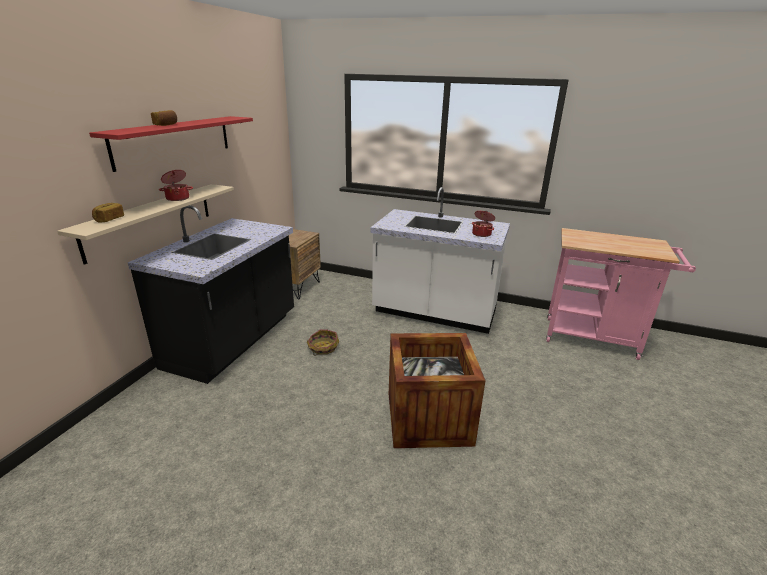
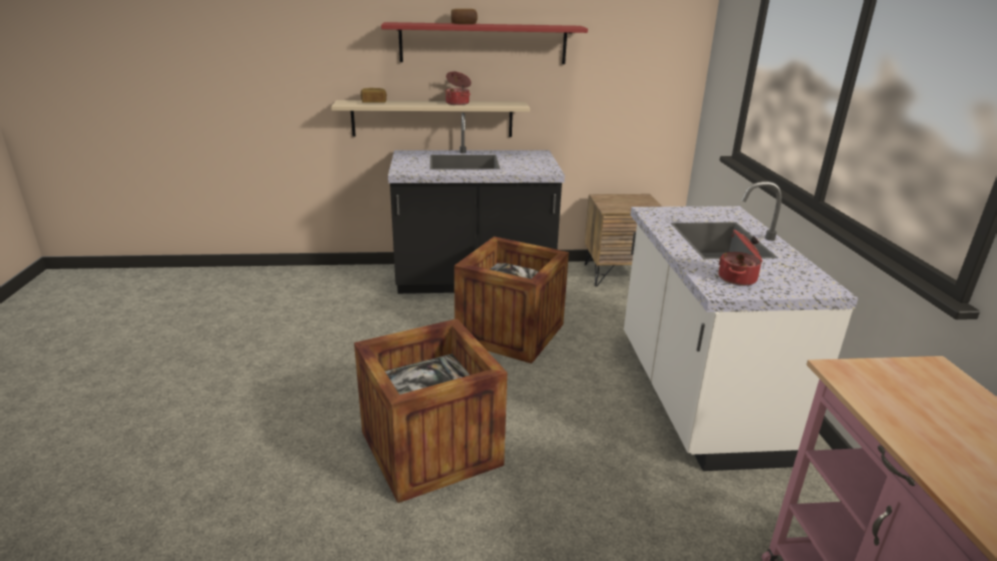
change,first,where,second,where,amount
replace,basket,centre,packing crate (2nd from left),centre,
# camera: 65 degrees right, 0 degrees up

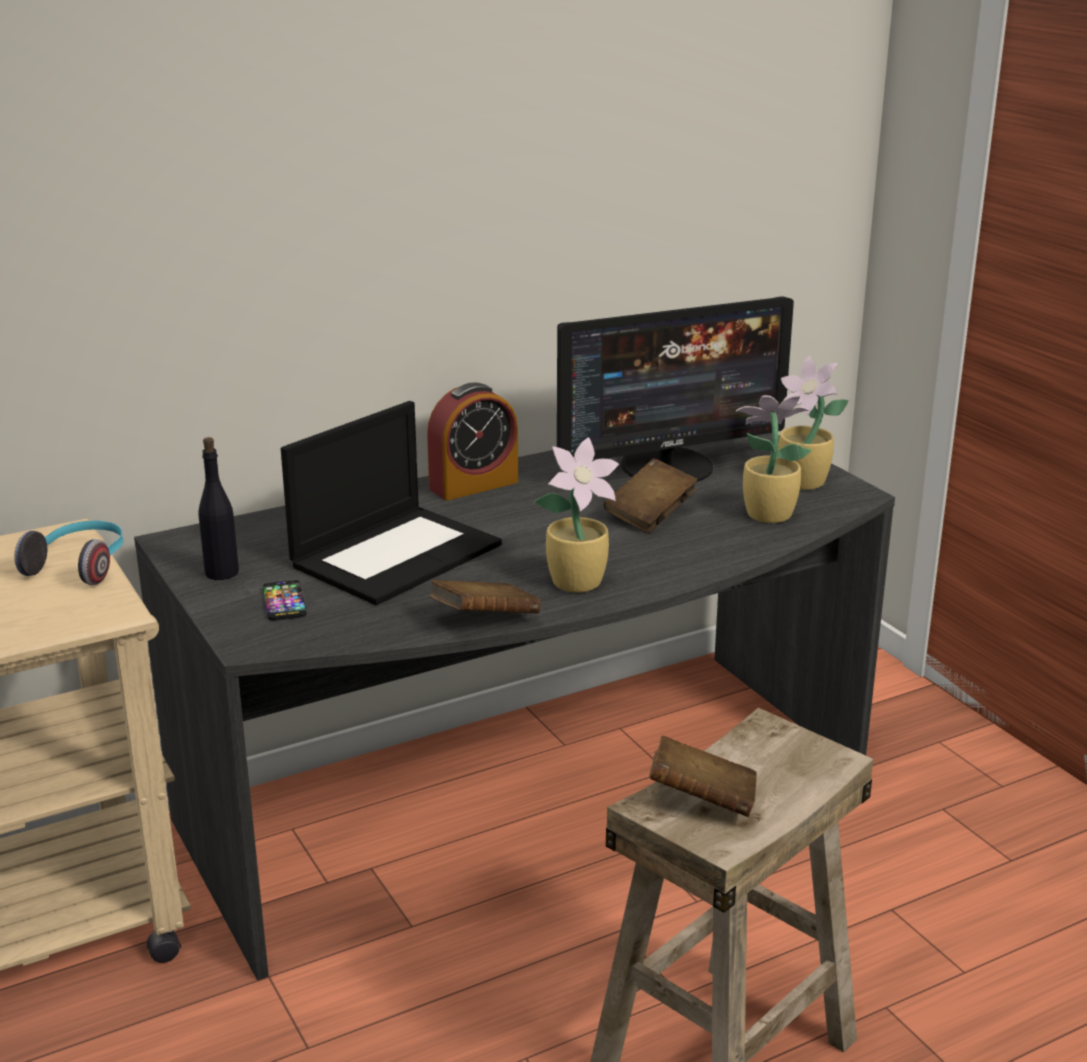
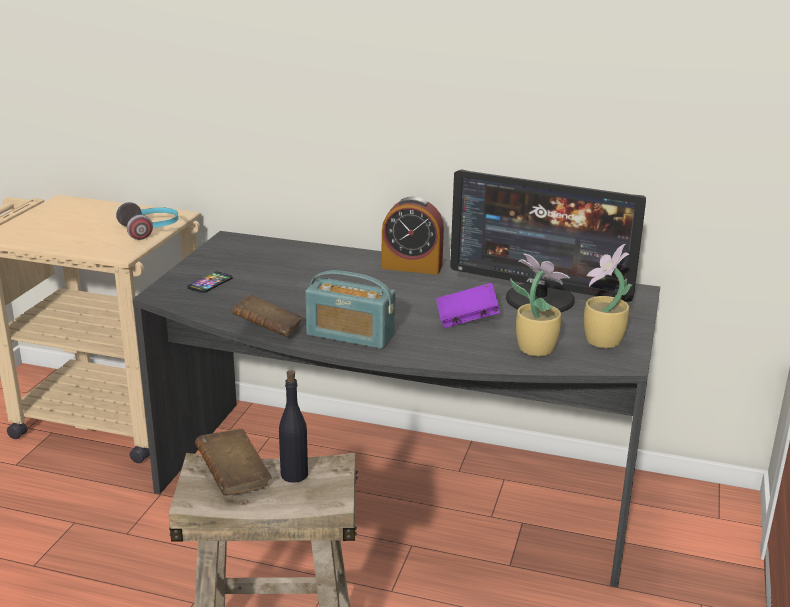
change,first,where,second,where,amount
delete,notebook computer,centre,,,
move,drink bottle/black-coloured,middle left,,bottom centre,
replace,plant in a pot (1st from left),centre,radio receiver,centre,
recolor,bound book/brownish (2nd from left),centre,bound book/purple,centre,
# camera: 45 degrees right, 0 degrees up

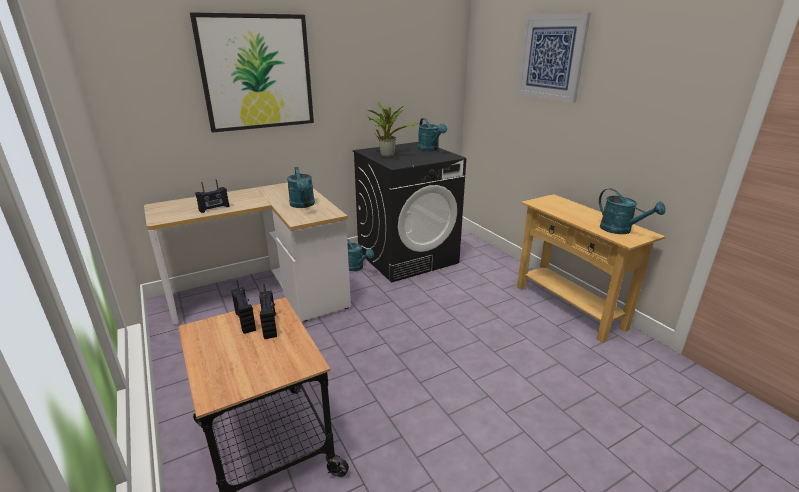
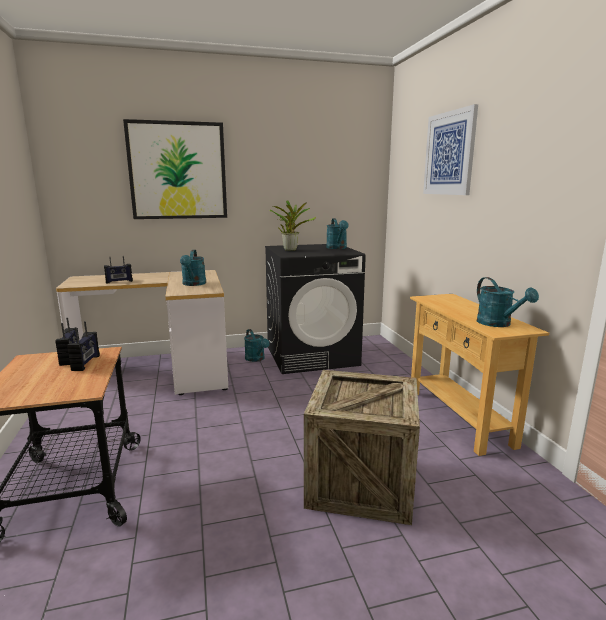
change,first,where,second,where,amount
insert,,,packing crate,bottom centre,
# camera: 15 degrees right, 10 degrees down

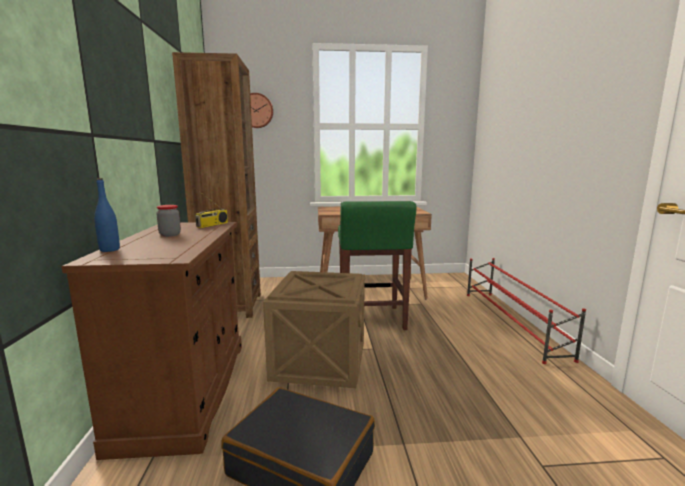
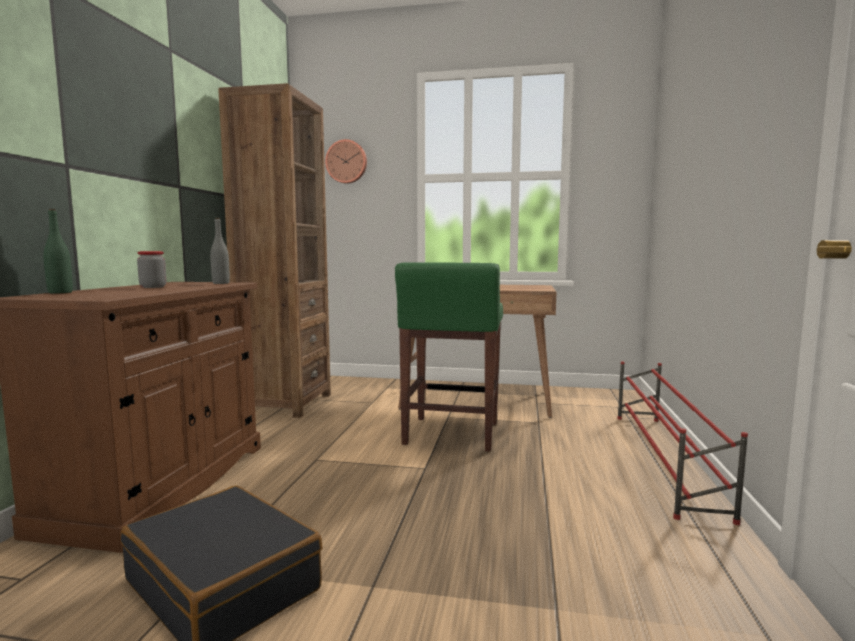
change,first,where,second,where,amount
delete,packing crate,bottom centre,,,
replace,radio receiver,middle left,drink bottle/greyish,middle left,
recolor,drink bottle/blue,middle left,drink bottle/green,middle left,
# camera: 15 degrees right, 5 degrees down

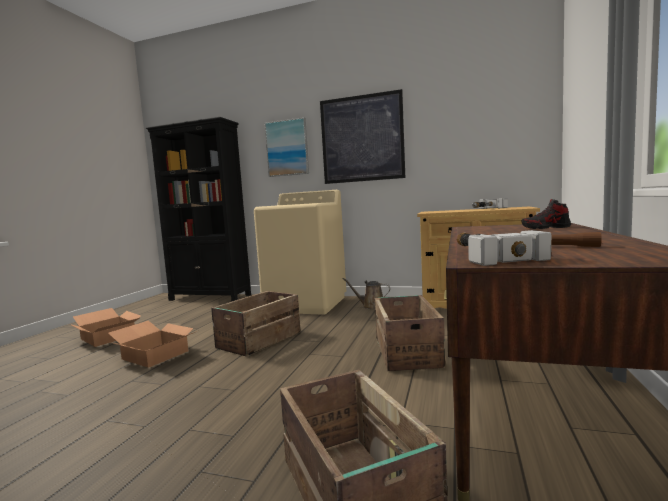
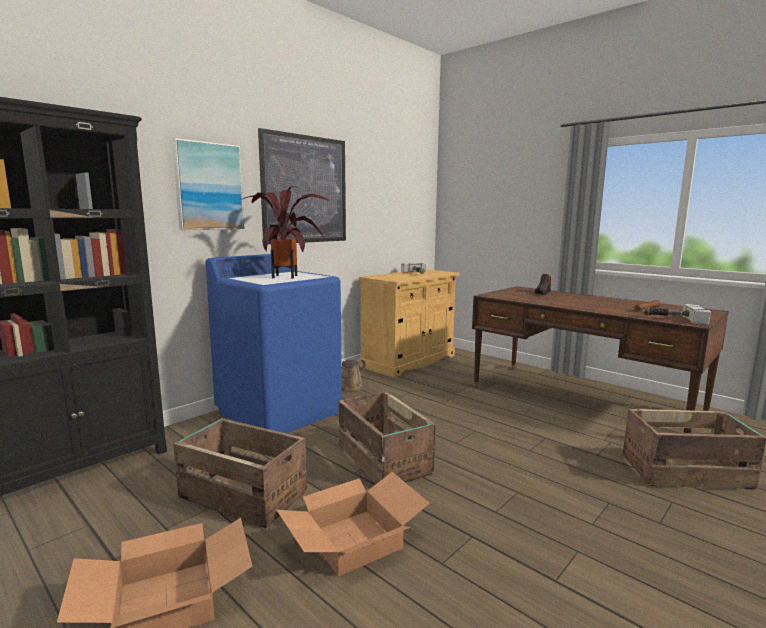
change,first,where,second,where,amount
insert,,,plant in a pot,centre,
move,packing crate (3rd from left in the first image),centre,packing crate (1st from left),bottom left,
recolor,laundry machine/beige,centre,laundry machine/blue,centre,
# camera: 65 degrees left, 5 degrees up

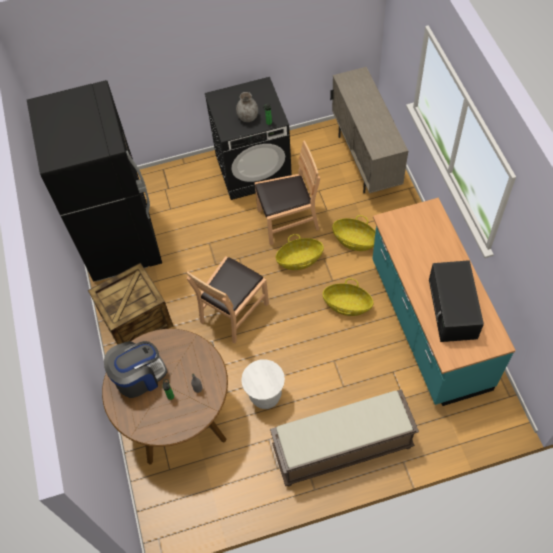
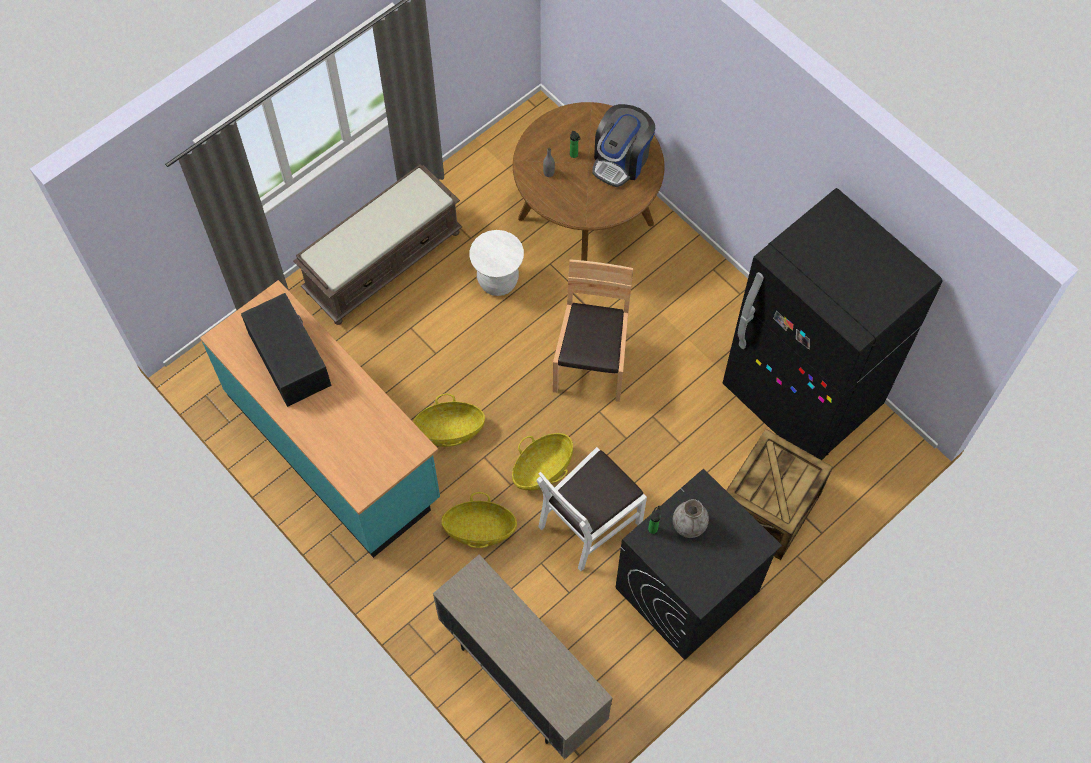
change,first,where,second,where,amount
move,packing crate,middle left,,middle right,
recolor,upright chair/brownish (2nd from left),centre,upright chair/white-coloured,bottom centre,
# camera: 150 degrees right, 5 degrees up

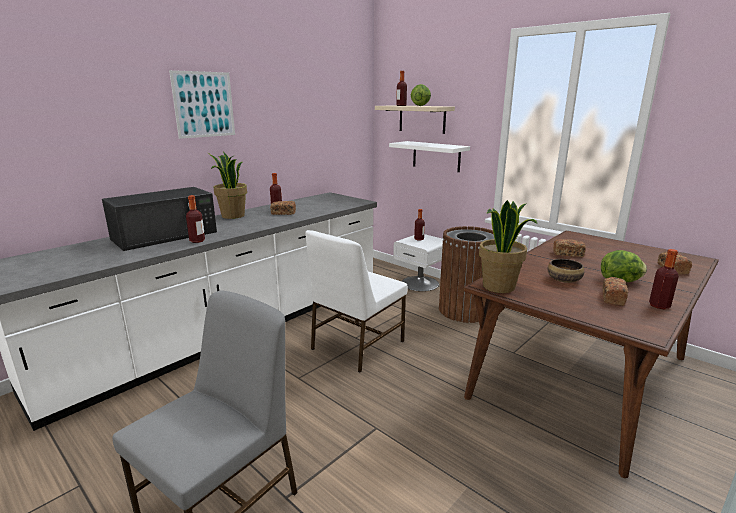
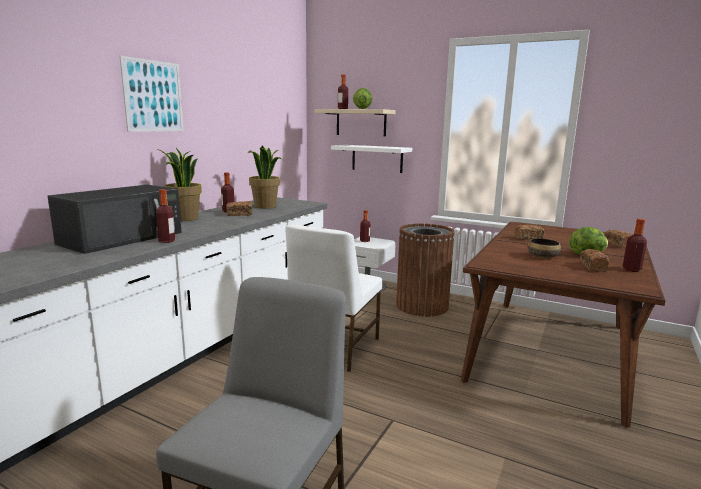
change,first,where,second,where,amount
move,plant in a pot (2nd from left),middle right,,centre,
# camera: 15 degrees left, 5 degrees down

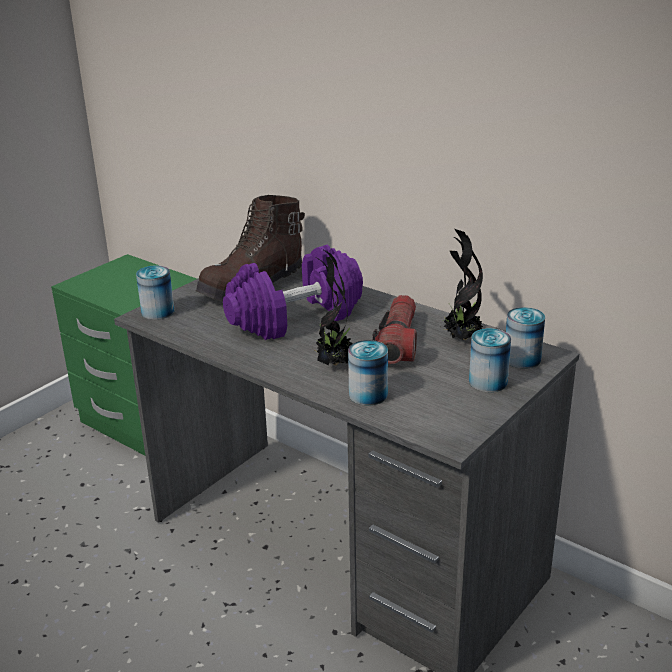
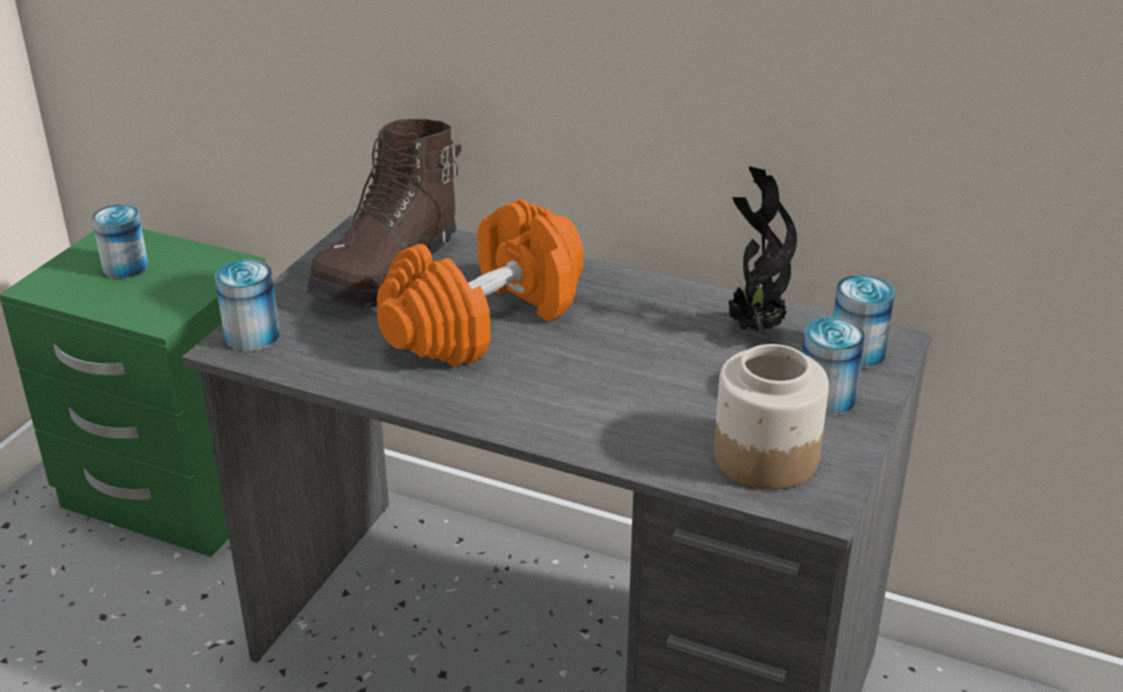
change,first,where,second,where,amount
delete,plant in a pot (1st from left),centre,,,
delete,torch,centre,,,
insert,,,jar,middle right,
move,metal can (2nd from left in the first image),centre,metal can (1st from left),middle left,
recolor,hand weight/purple,centre,hand weight/orange,centre,
# camera: 15 degrees left, 5 degrees up

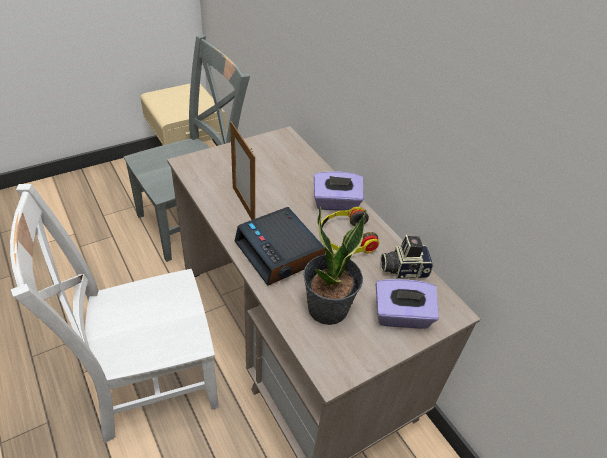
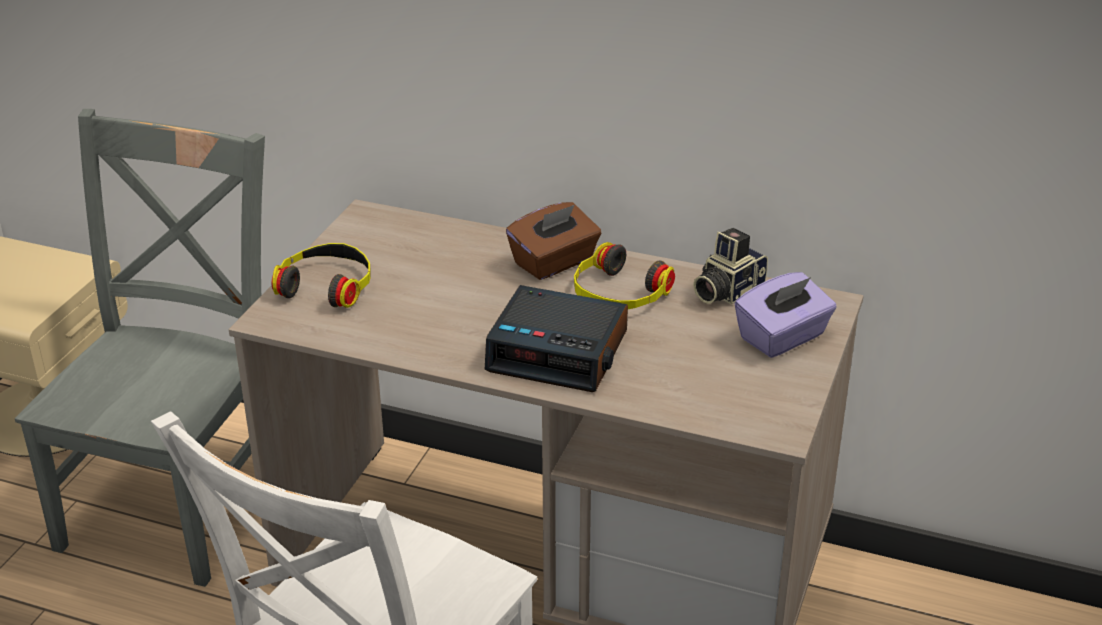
change,first,where,second,where,amount
delete,standing frame,centre,,,
delete,plant in a pot,centre,,,
insert,,,pair of headphones (1st from left),middle left,
recolor,tissue box/purple (1st from left),centre,tissue box/brownish,centre,
# camera: 35 degrees left, 10 degrees down

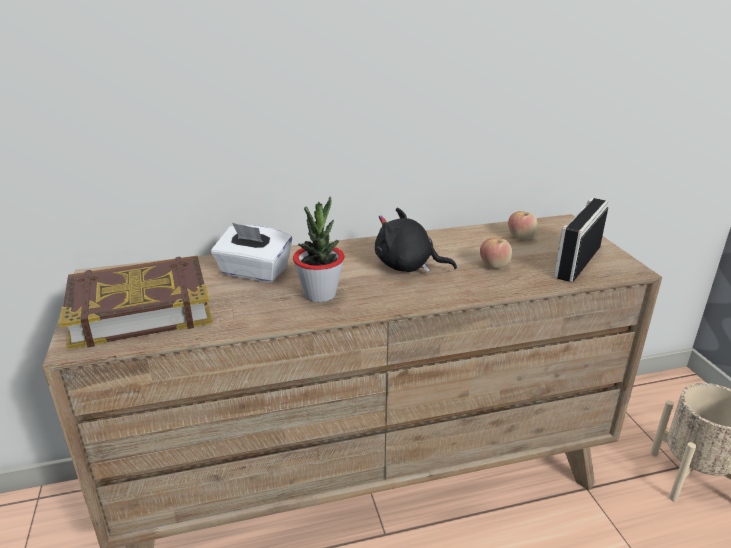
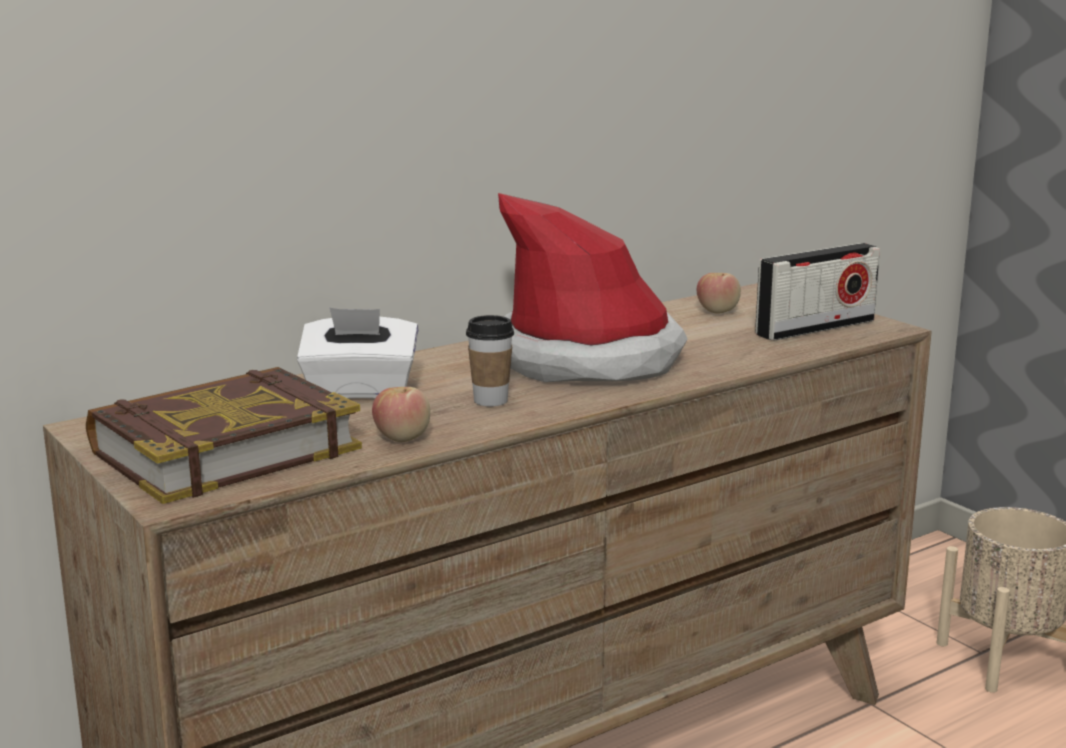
change,first,where,second,where,amount
move,apple fruit (1st from left),middle right,,centre,
replace,plant in a pot,centre,small cup,centre,
replace,cuddly toy/black-coloured,centre,clothing hat,centre,
rotate,radio receiver,middle right,,middle right,135 degrees counterclockwise
# camera: 20 degrees left, 10 degrees down

